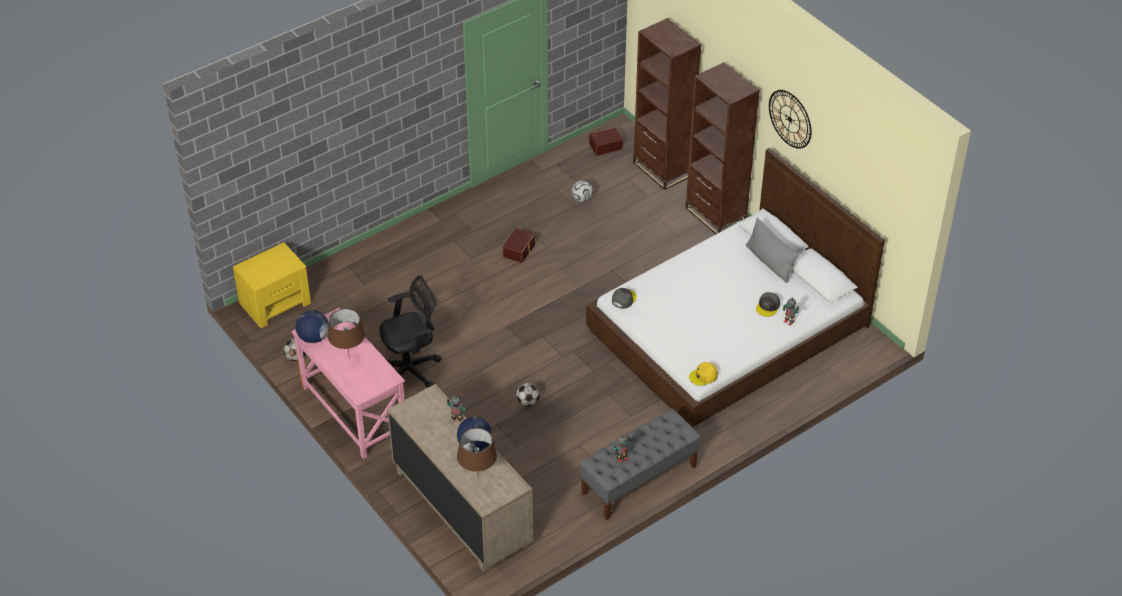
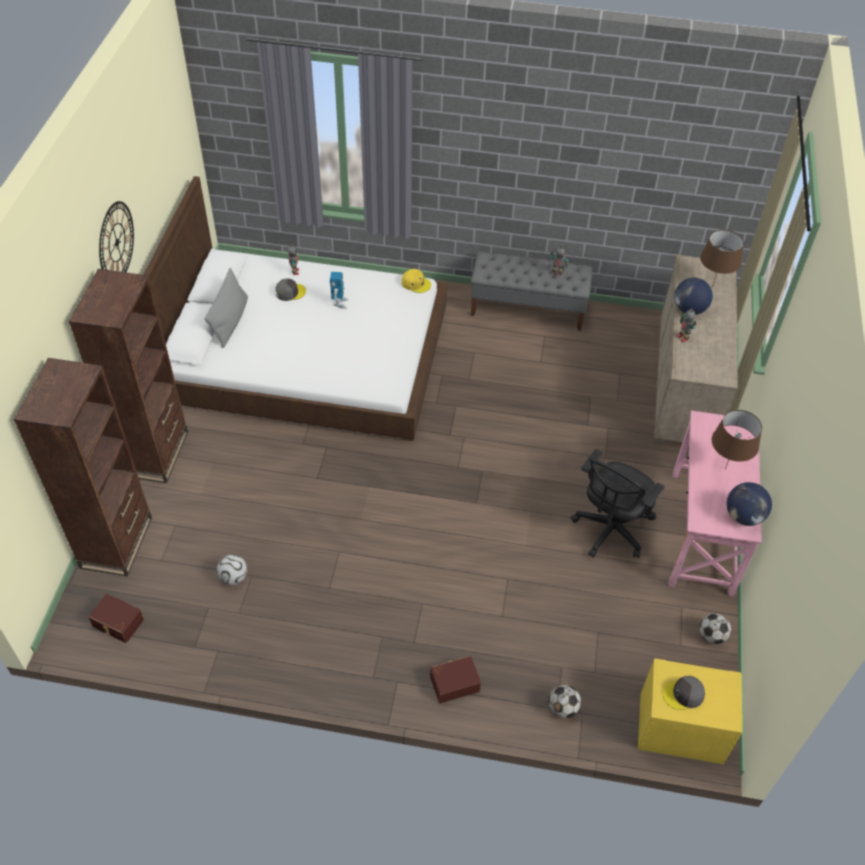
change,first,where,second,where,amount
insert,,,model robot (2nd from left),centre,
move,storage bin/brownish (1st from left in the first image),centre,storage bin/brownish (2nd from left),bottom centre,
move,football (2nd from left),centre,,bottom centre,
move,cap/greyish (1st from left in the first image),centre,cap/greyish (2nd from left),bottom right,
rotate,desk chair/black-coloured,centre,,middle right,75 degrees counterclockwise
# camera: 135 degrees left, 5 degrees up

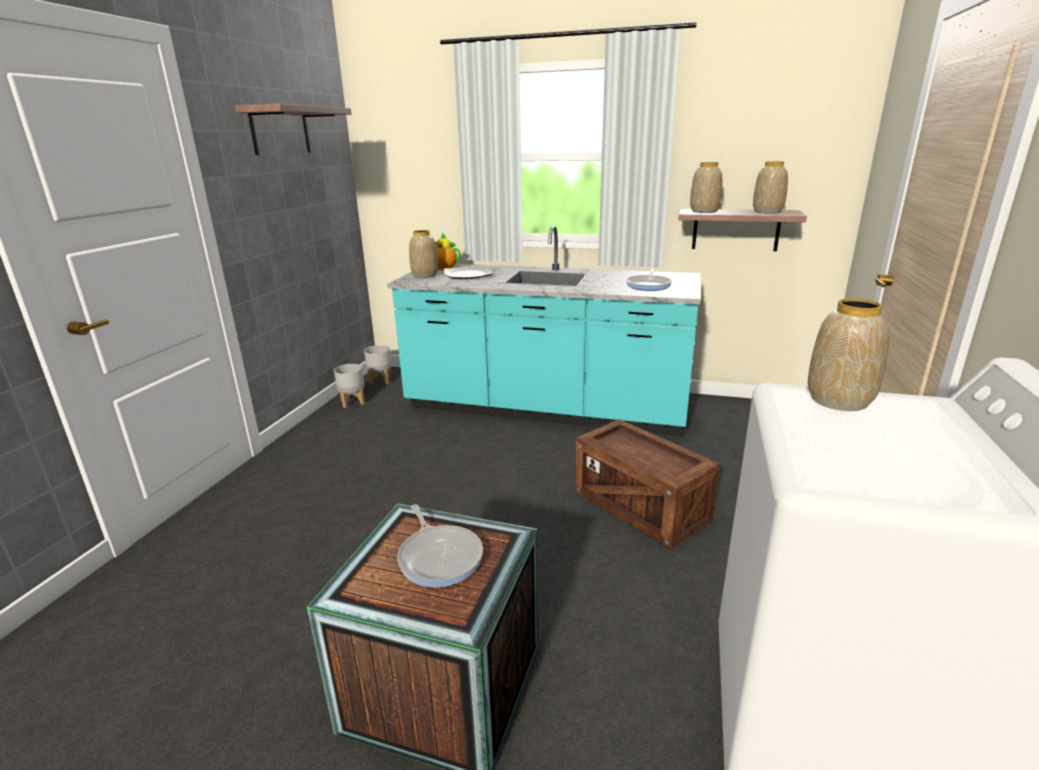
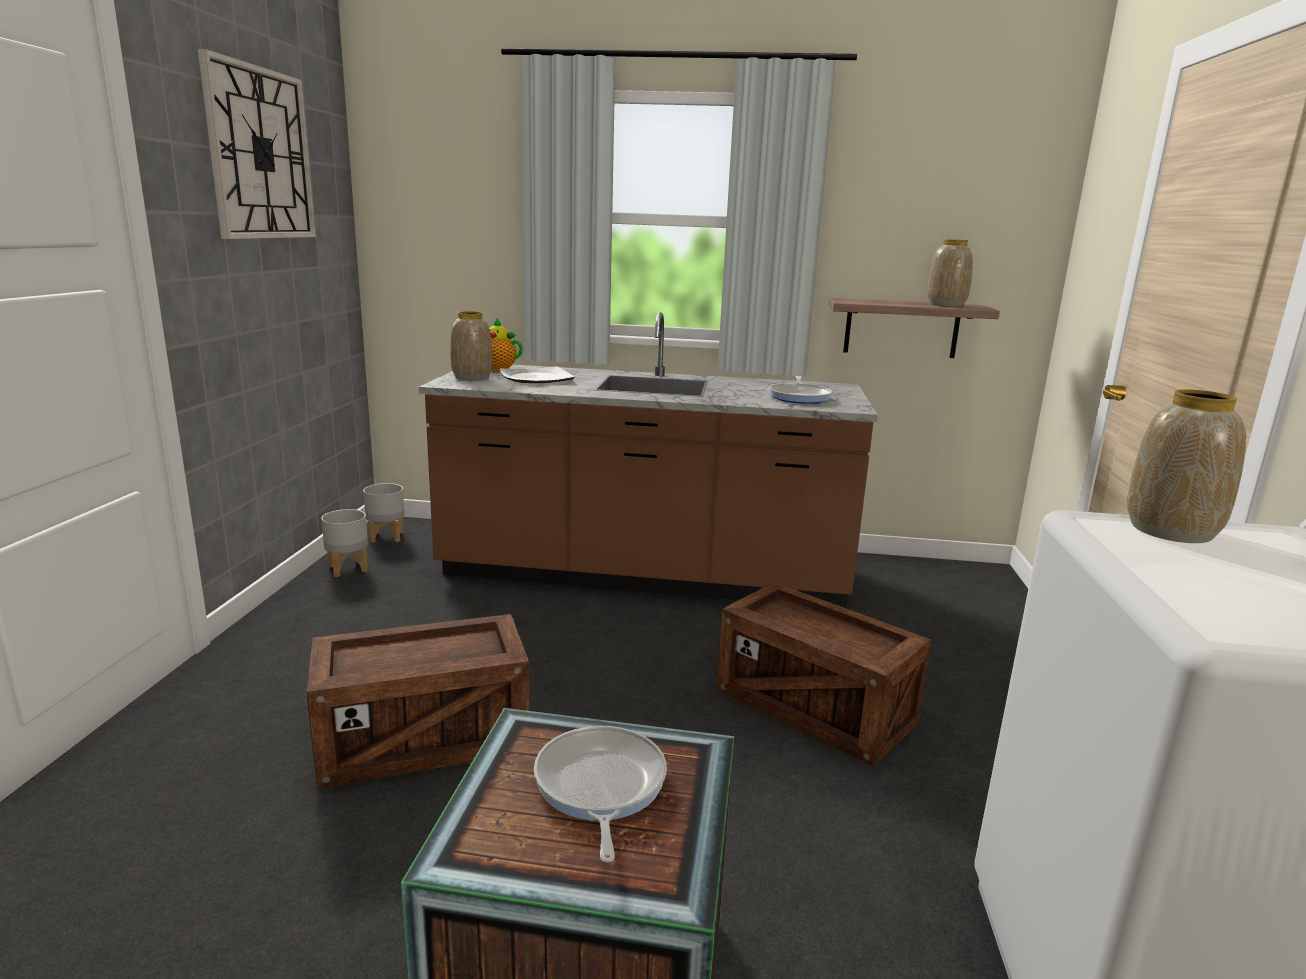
change,first,where,second,where,amount
delete,vase (2nd from left),top right,,,
insert,,,packing crate (1st from left),bottom left,
replace,bracket shelf (1st from left),top left,hanging clock,top left,
recolor,counter/turquoise,centre,counter/brownish,centre,
rotate,frying pan (1st from left),bottom centre,,bottom centre,150 degrees counterclockwise
# camera: 10 degrees left, 5 degrees down

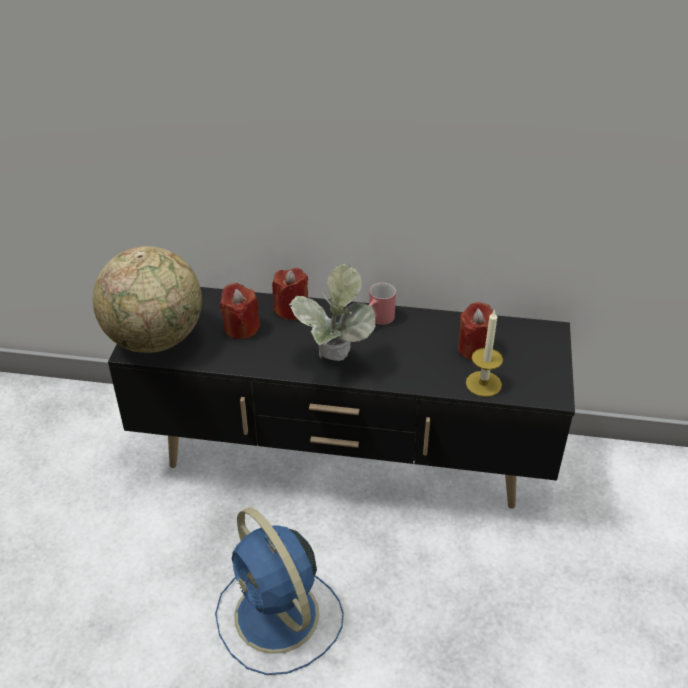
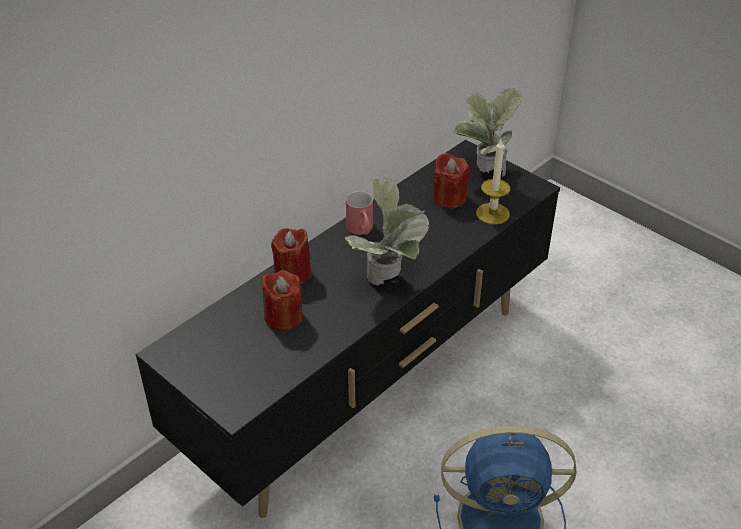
change,first,where,second,where,amount
delete,desk globe,middle left,,,
insert,,,plant in a pot (2nd from left),top centre,
# camera: 55 degrees left, 0 degrees up

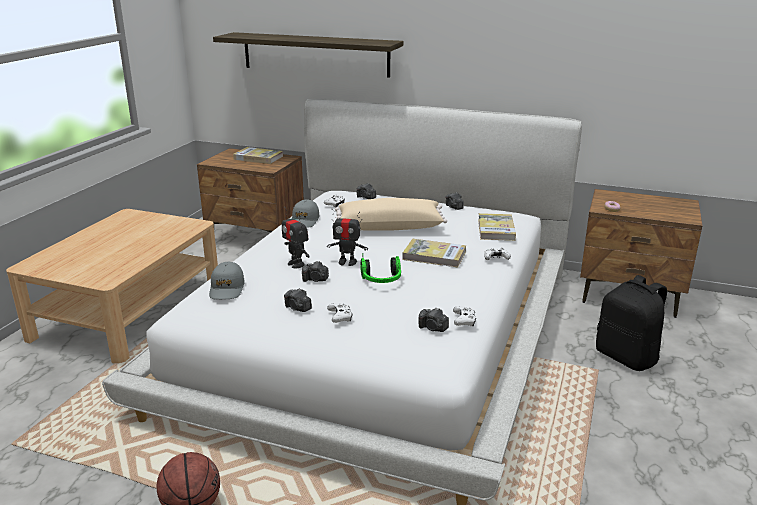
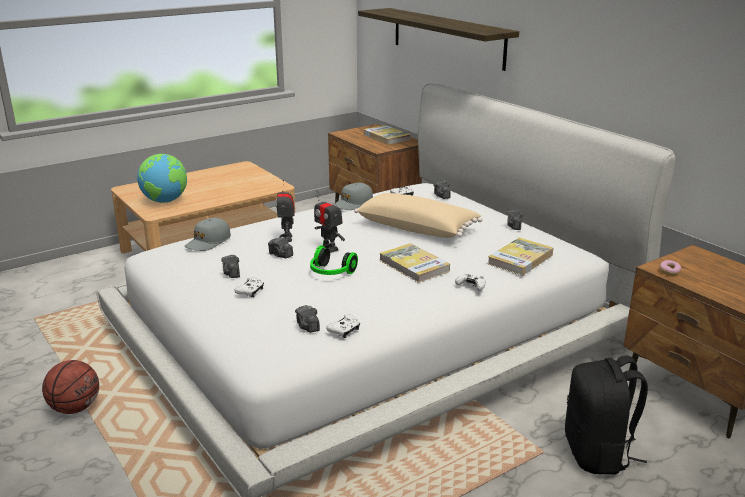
change,first,where,second,where,amount
insert,,,desk globe,middle left,
# camera: 35 degrees right, 0 degrees up

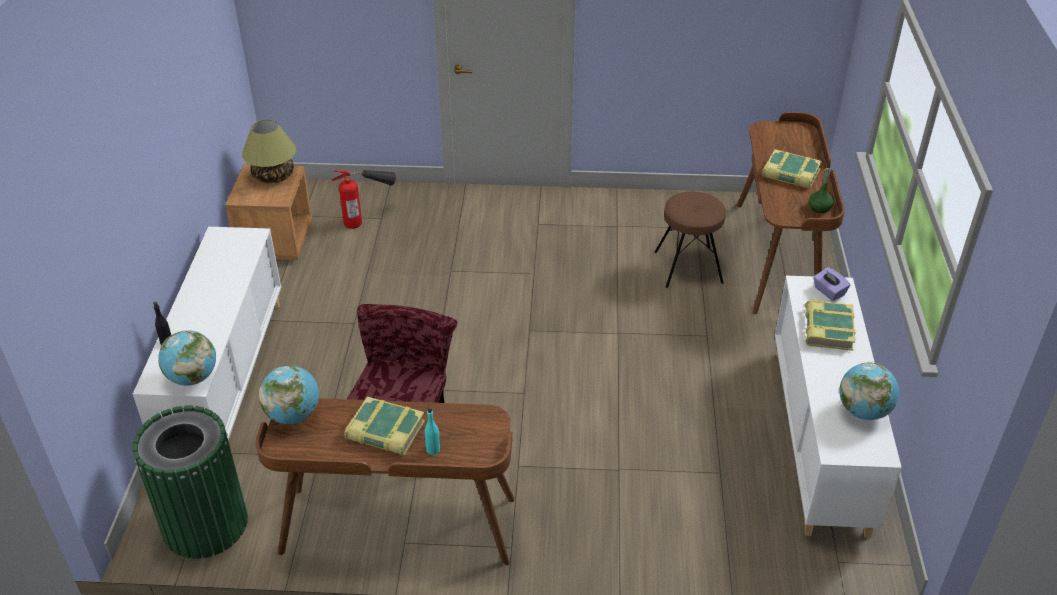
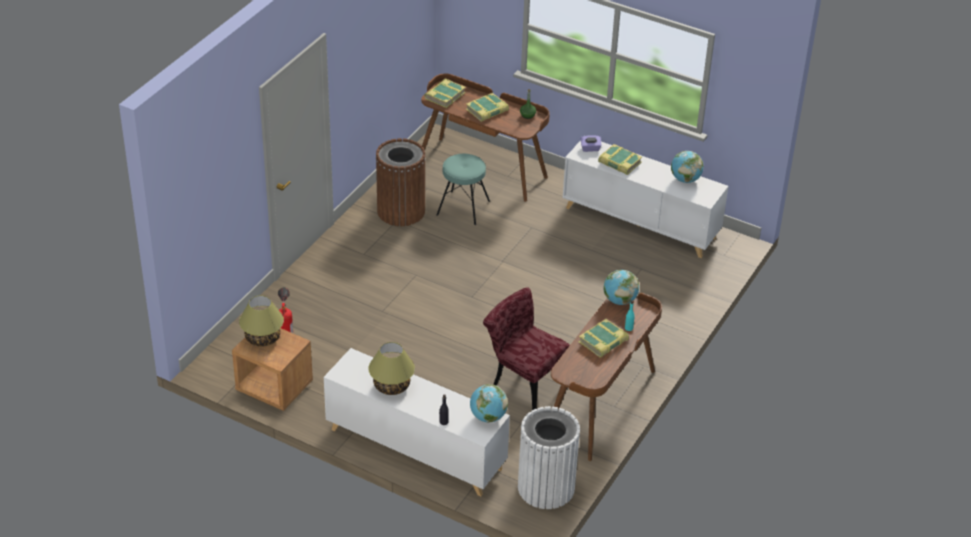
change,first,where,second,where,amount
insert,,,tabletop lamp (2nd from left),bottom centre,
insert,,,waste bin/brownish,centre,
insert,,,bound book (1st from left),top centre,
move,desk globe (2nd from left),middle left,,centre,
recolor,waste bin/green,bottom left,waste bin/white-coloured,bottom centre,
recolor,stool seat/brownish,centre,stool seat/turquoise,centre,
# camera: 65 degrees left, 0 degrees up

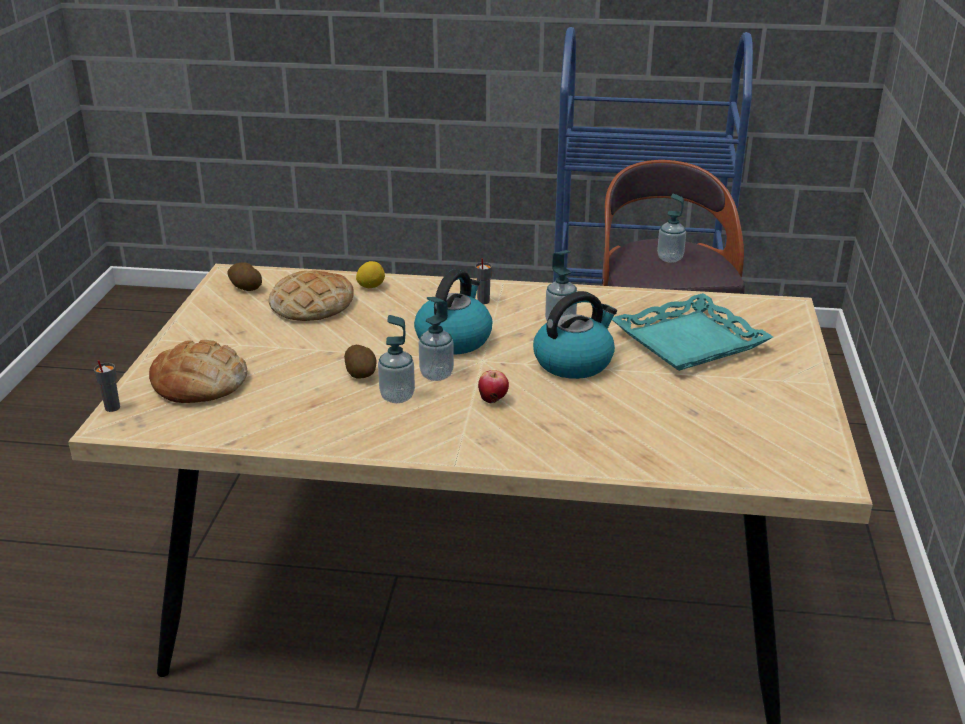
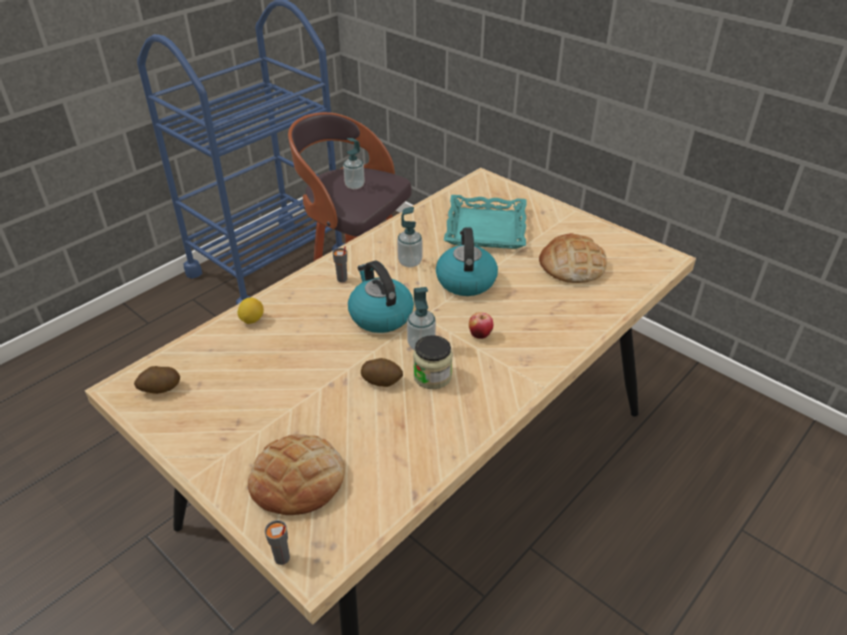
change,first,where,second,where,amount
move,bakery bread (2nd from left),middle left,,middle right,
replace,liquid soap bottle (1st from left),centre,jar,centre,
# camera: 55 degrees left, 10 degrees up

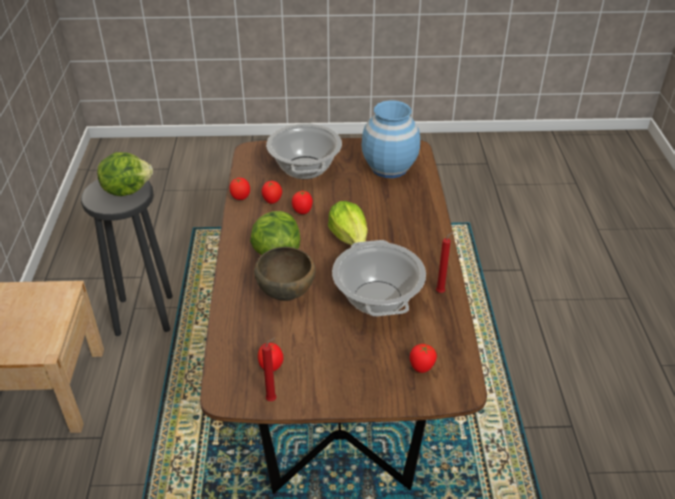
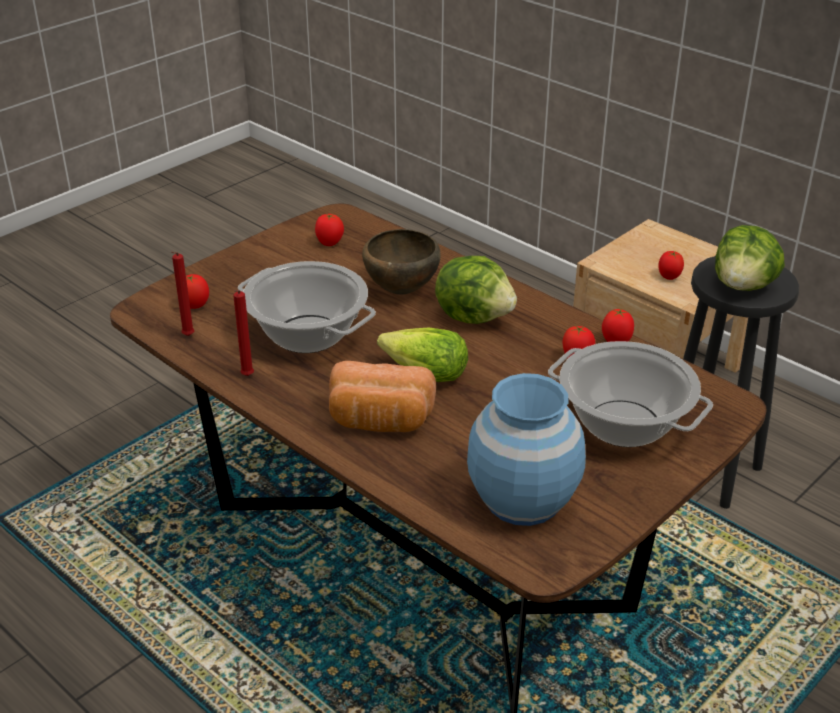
change,first,where,second,where,amount
insert,,,bakery bread,centre,
move,wax candle/red (1st from left),bottom centre,,middle left,
move,whole tomato (4th from left in the first image),centre,whole tomato (5th from left),middle right,
# camera: 135 degrees right, 5 degrees down

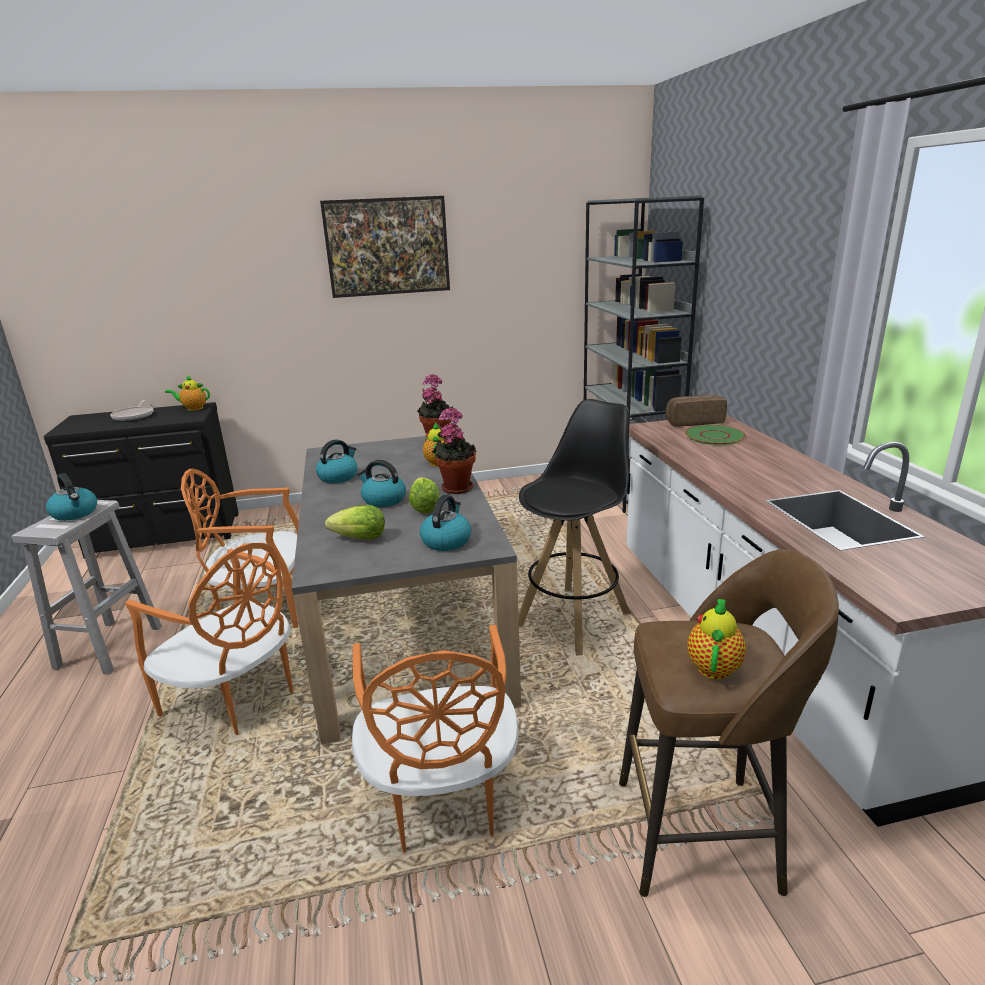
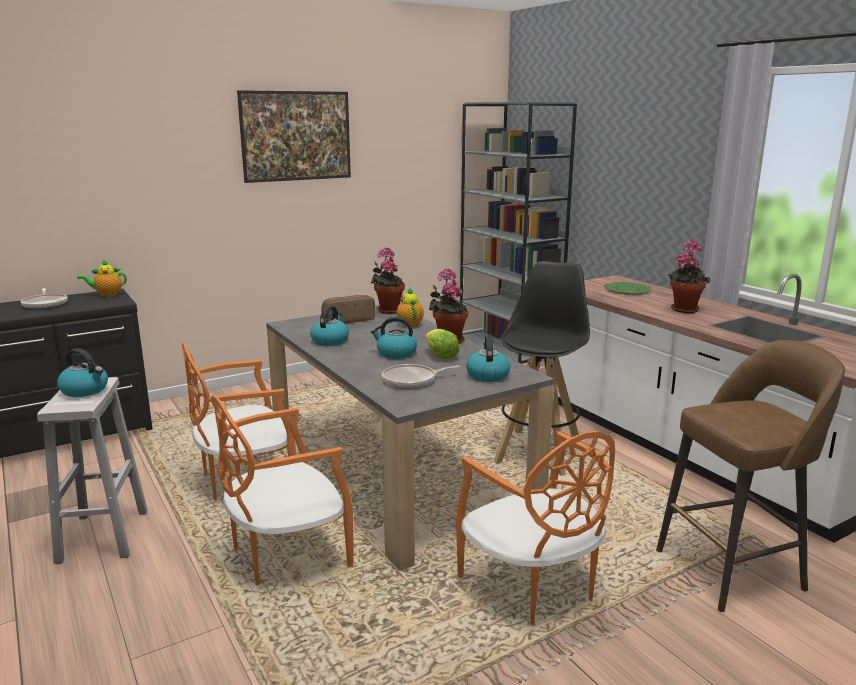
change,first,where,second,where,amount
delete,teapot (3rd from left),middle right,,,
insert,,,plant in a pot (3rd from left),middle right,
move,bakery bread,middle right,,centre,
replace,lettuce (1st from left),centre,frying pan (2nd from left),centre,
rotate,upright chair/orange (1st from left in the first image),middle left,upright chair/orange (2nd from left),bottom left,135 degrees clockwise
# camera: 20 degrees left, 5 degrees down

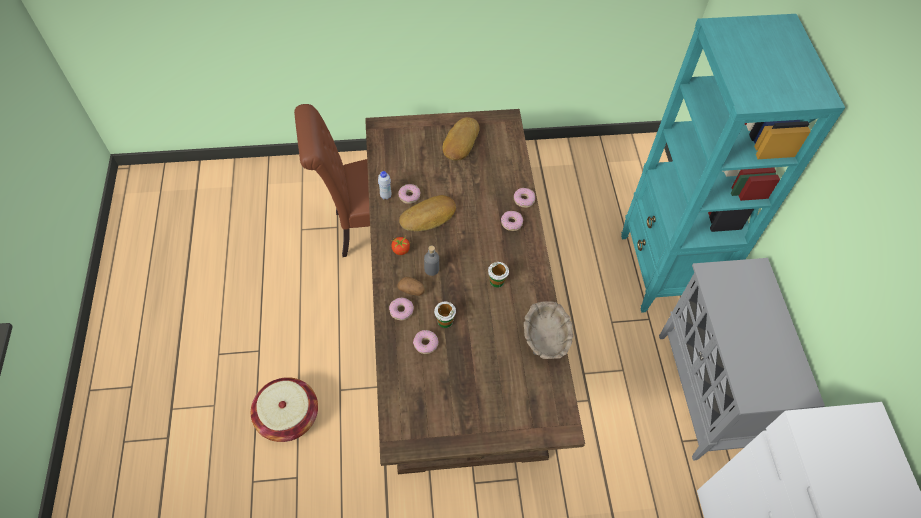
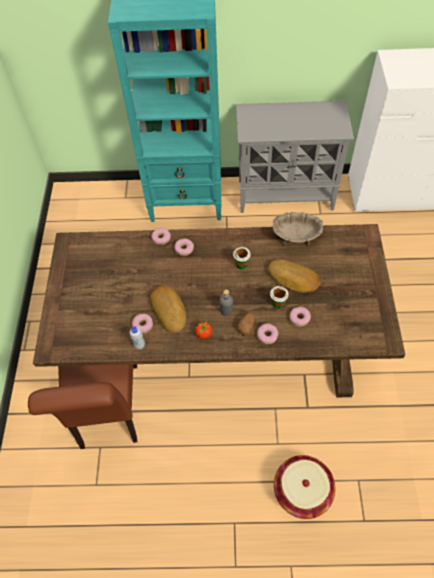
change,first,where,second,where,amount
move,bakery bread (2nd from left),top centre,,middle right,
# camera: 80 degrees left, 0 degrees up

